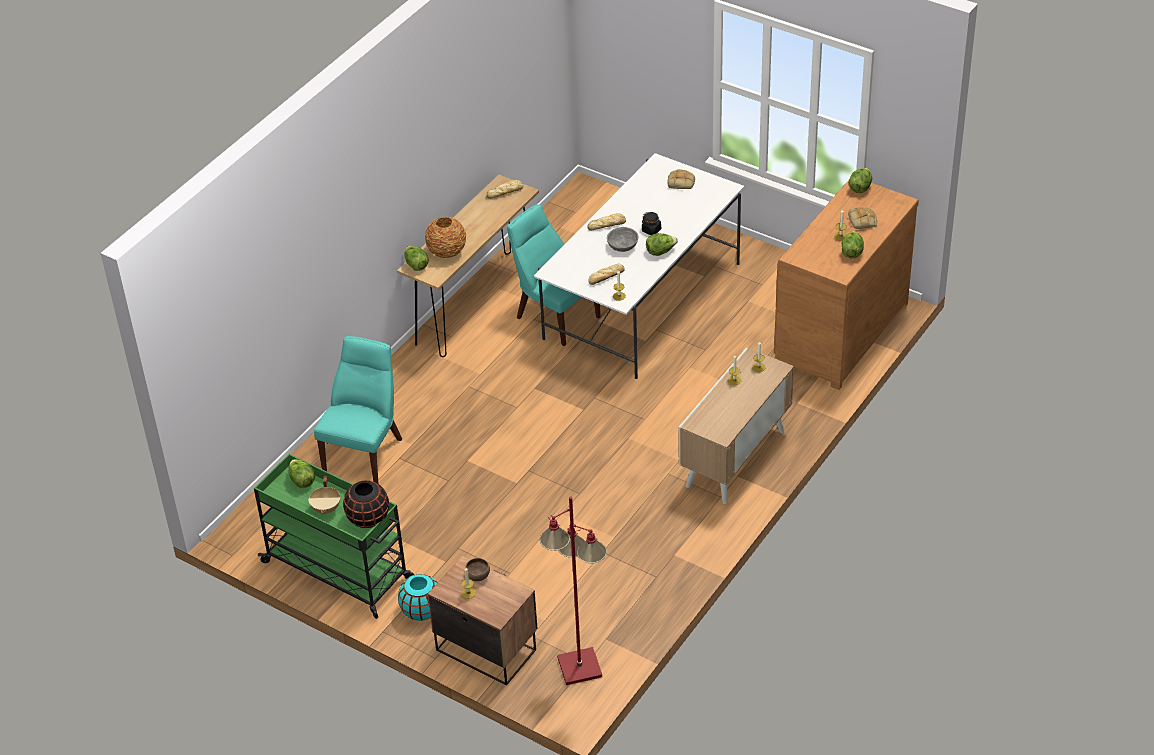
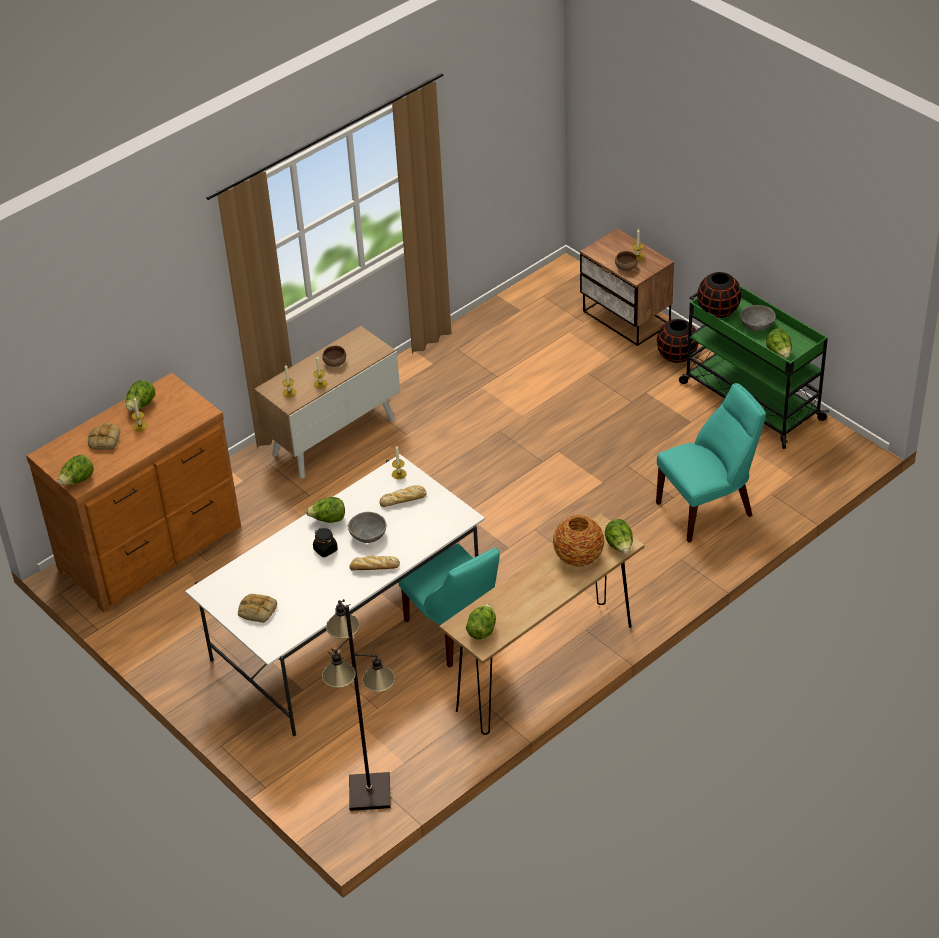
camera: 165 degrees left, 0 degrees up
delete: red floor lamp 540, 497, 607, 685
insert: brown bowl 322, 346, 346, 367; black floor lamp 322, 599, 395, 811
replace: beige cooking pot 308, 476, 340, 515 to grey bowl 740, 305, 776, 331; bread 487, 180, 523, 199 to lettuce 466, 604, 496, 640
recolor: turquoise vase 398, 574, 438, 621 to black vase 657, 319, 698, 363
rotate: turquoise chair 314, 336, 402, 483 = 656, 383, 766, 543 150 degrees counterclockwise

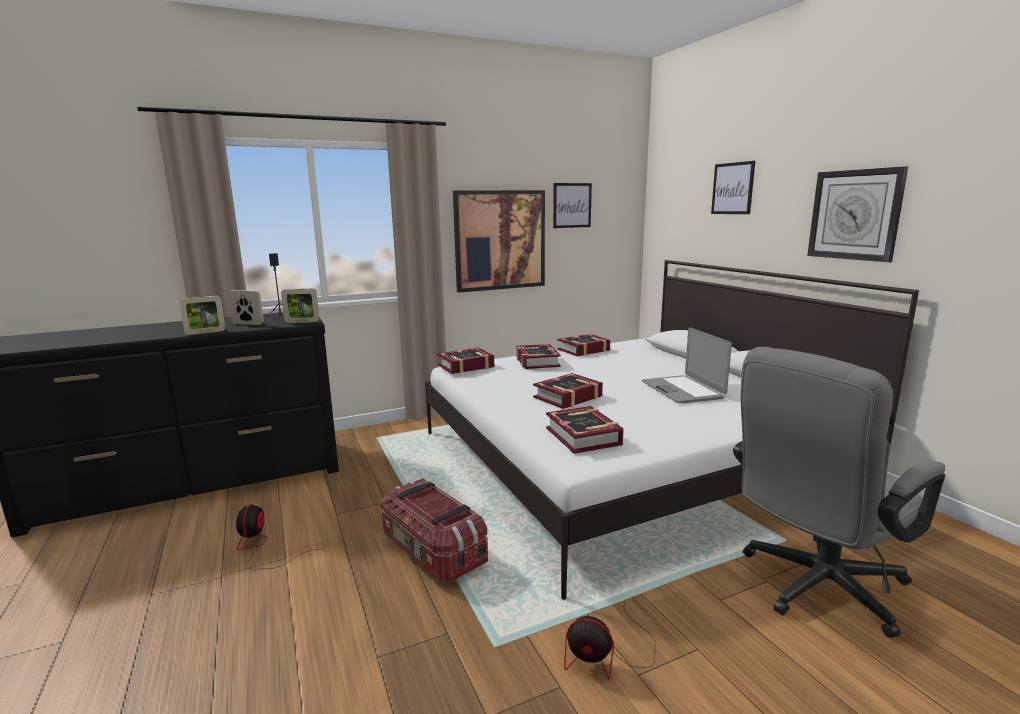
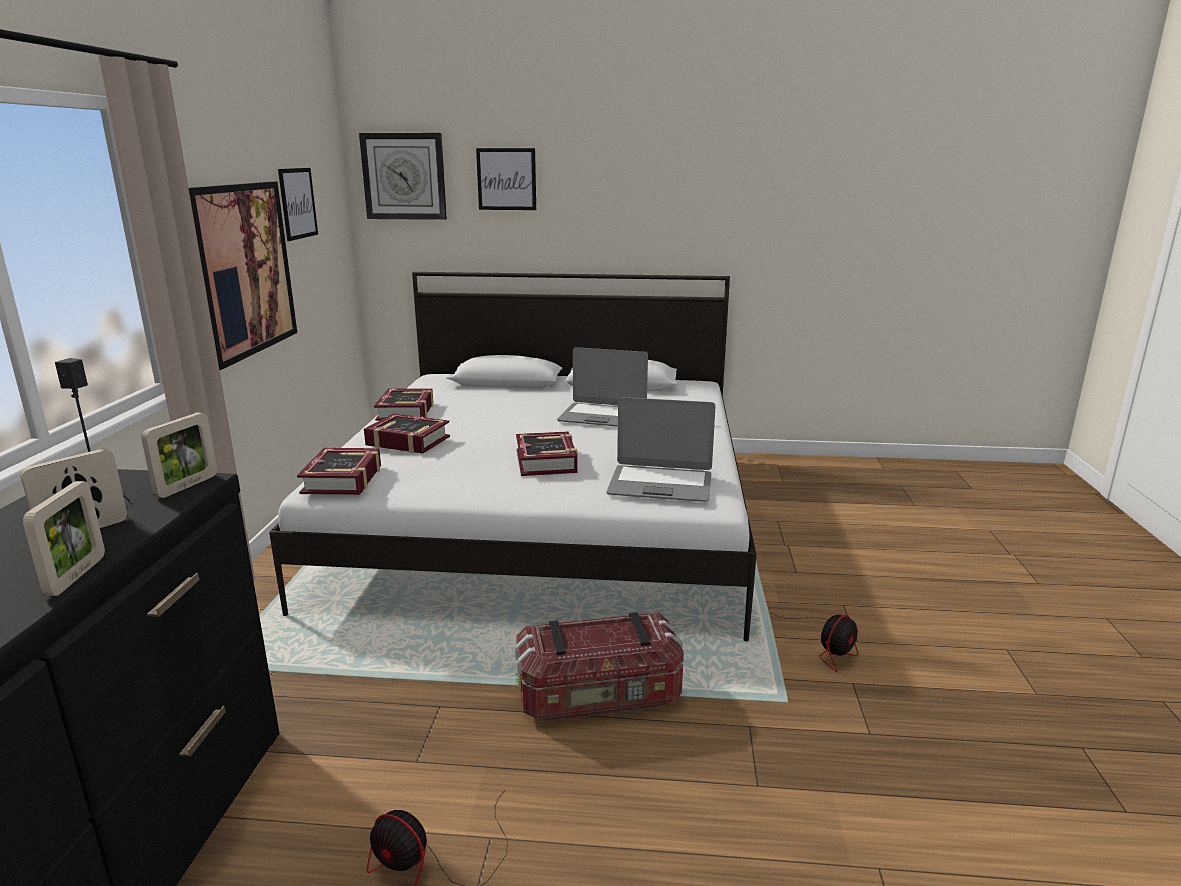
camera: 60 degrees left, 5 degrees up
delete: grey office chair 733, 347, 945, 638
move: wall clock 807, 167, 908, 262 to 359, 133, 447, 220
replace: book 546, 406, 624, 454 to laptop 607, 397, 716, 502

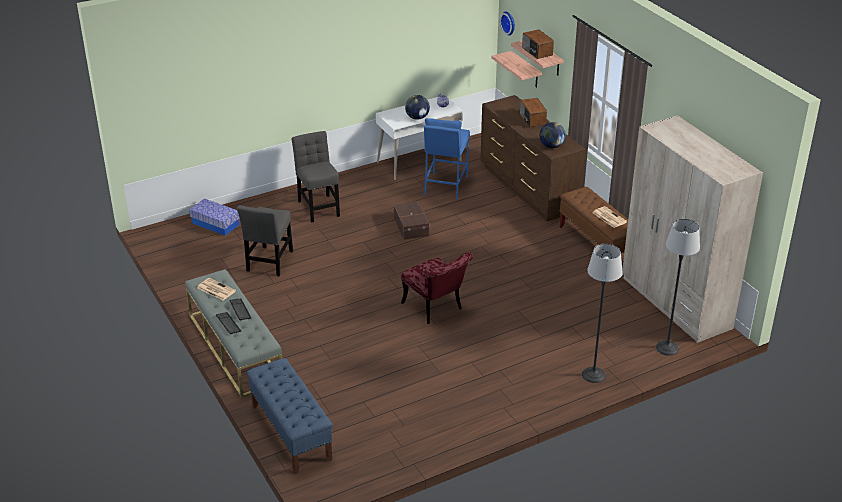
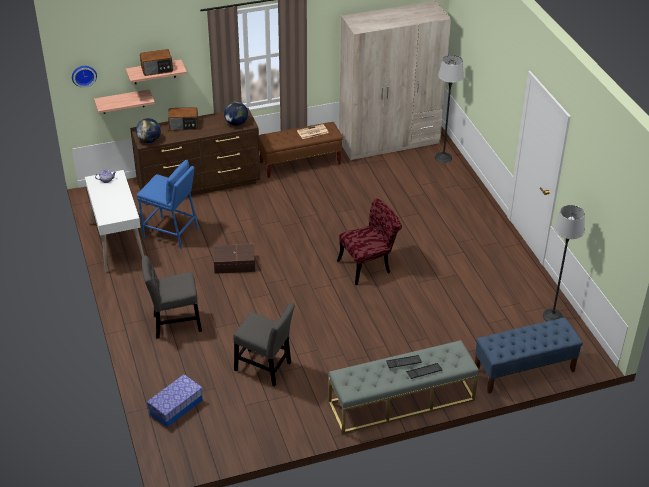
camera: 80 degrees left, 5 degrees up
delete: newspaper 197, 278, 236, 300
move: globe 405, 95, 430, 120 to 136, 118, 161, 143; floor lamp 582, 244, 623, 383 to 542, 205, 585, 321

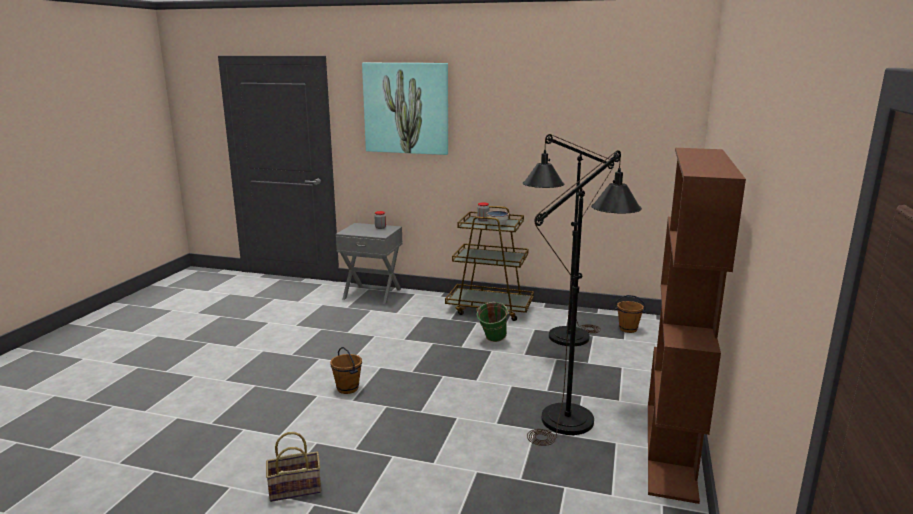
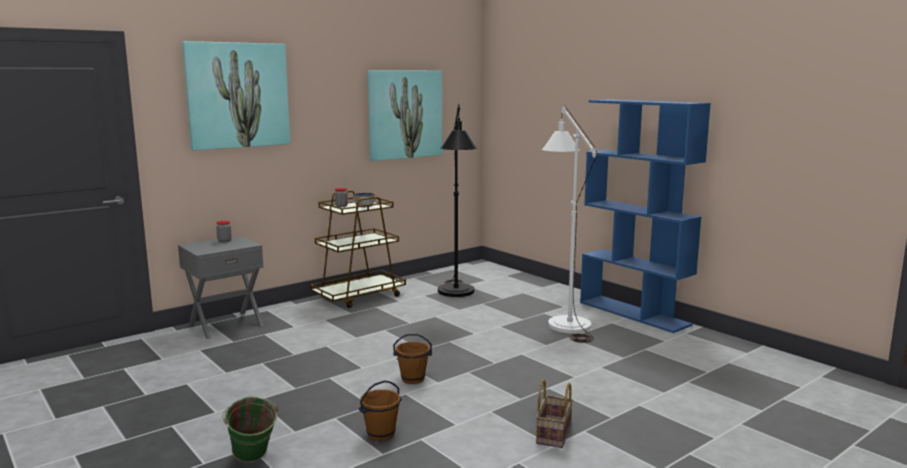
camera: 55 degrees left, 5 degrees down
insert: picture 368, 70, 442, 161
move: green bucket 476, 302, 509, 342 to 223, 397, 278, 462; brown bucket 615, 295, 646, 333 to 358, 380, 402, 441
recolor: black floor lamp 527, 150, 642, 446 to white floor lamp 542, 105, 597, 343; brown bookcase 648, 148, 746, 504 to blue bookcase 580, 99, 711, 333

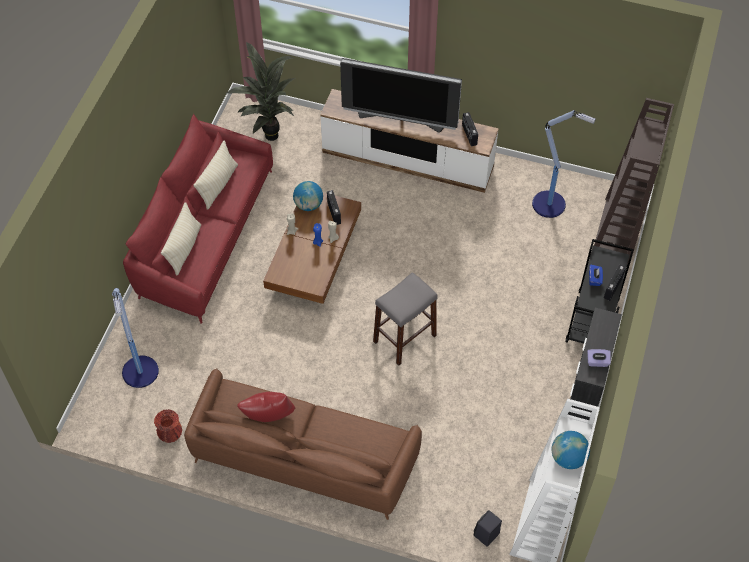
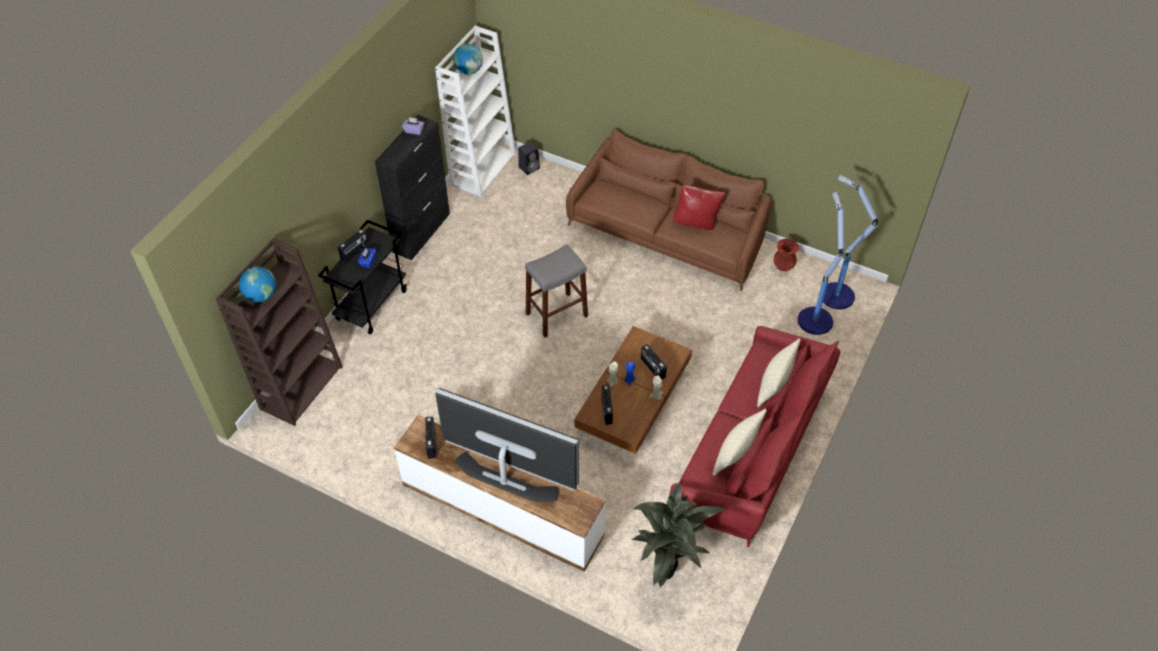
camera: 170 degrees left, 5 degrees down
insert: radio 641, 344, 667, 380
move: globe 293, 181, 323, 211 to 239, 267, 276, 302; floor lamp 532, 110, 596, 218 to 823, 175, 878, 309

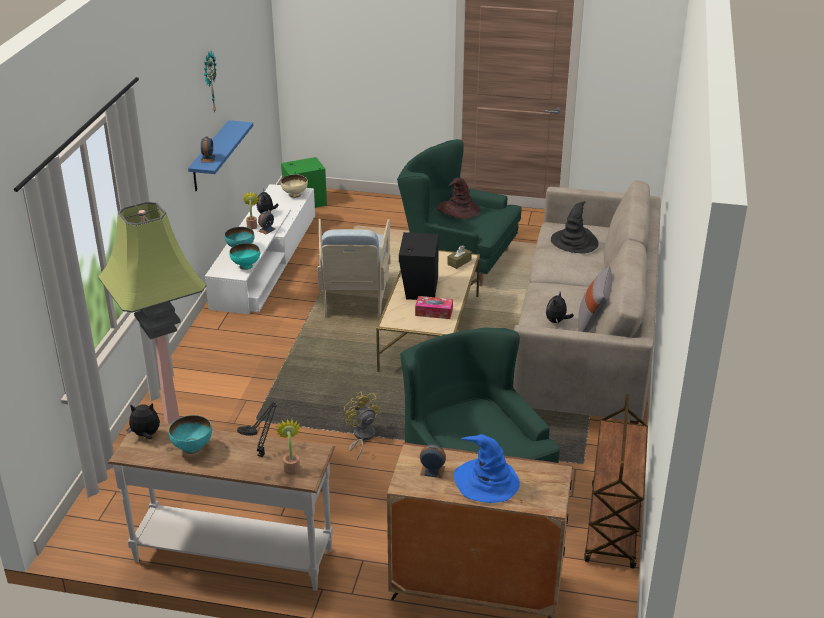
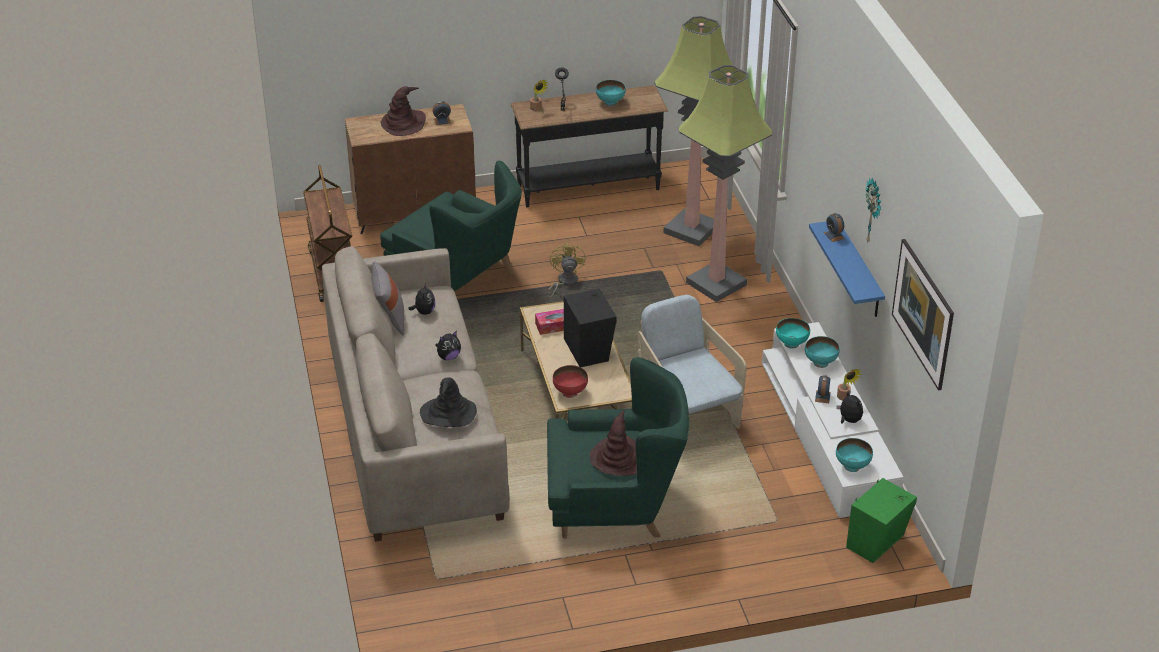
camera: 155 degrees right, 5 degrees up
insert: floor lamp 679, 65, 772, 302; picture 892, 239, 954, 391
move: plush toy 126, 403, 160, 440 to 435, 331, 461, 360
replace: brown tissue box 447, 246, 472, 269 to red bowl 553, 365, 588, 398
recolor: white console table 108, 422, 335, 591 to black console table 511, 85, 668, 208; beige bowl 281, 174, 308, 198 to turquoise bowl 836, 438, 873, 472; blue hat 454, 434, 520, 503 to brown hat 381, 86, 426, 136
rotate: yellow fan 343, 392, 381, 459 = 548, 242, 586, 299 135 degrees counterclockwise

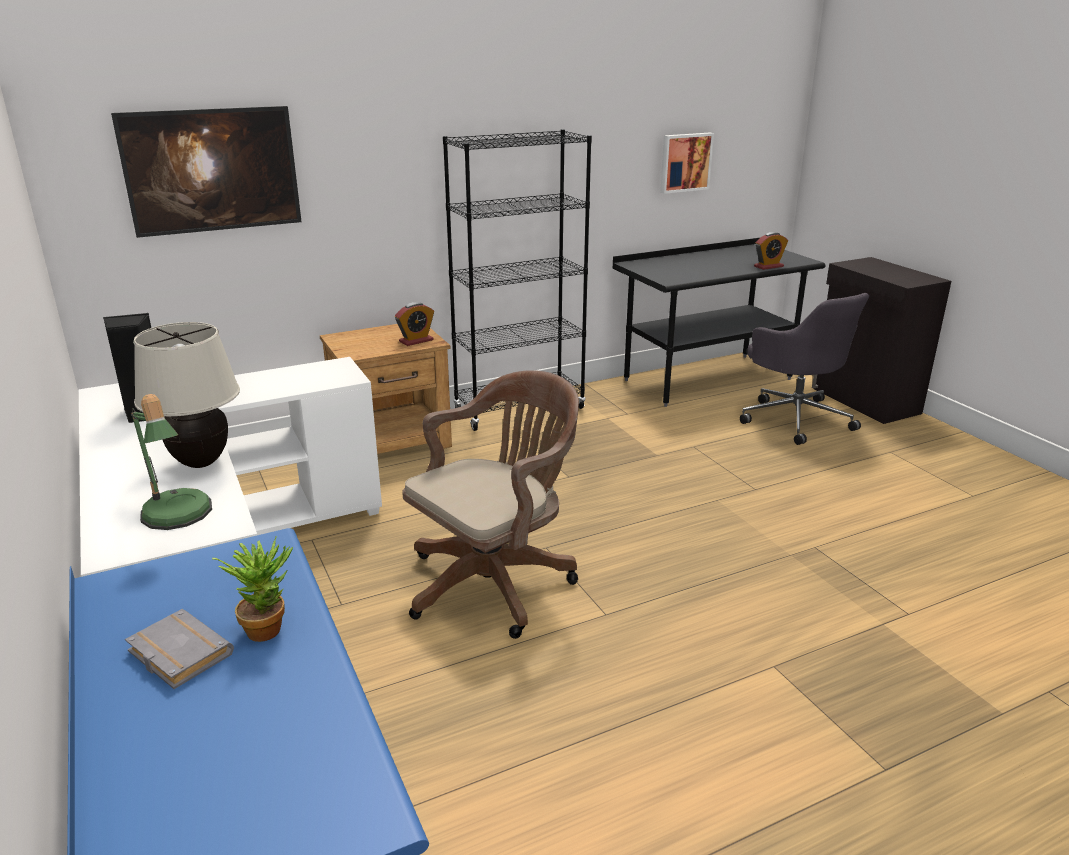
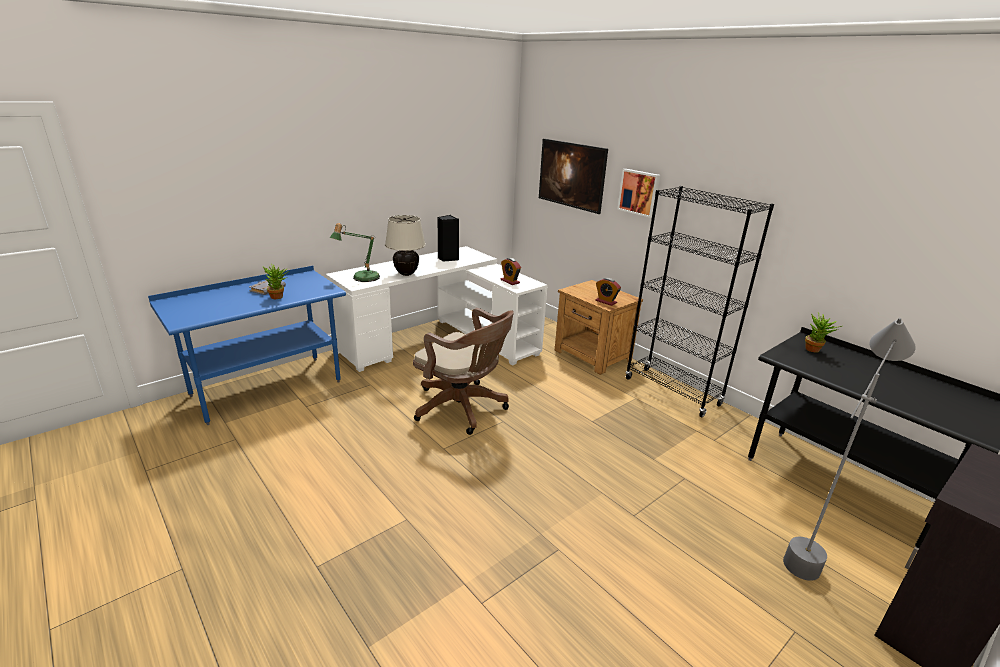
camera: 75 degrees right, 0 degrees up
insert: potted plant 805, 312, 841, 353
move: picture 660, 133, 714, 194 to 617, 169, 660, 218; alarm clock 754, 232, 788, 270 to 501, 258, 521, 285
replace: grey office chair 740, 293, 869, 445 to grey floor lamp 783, 318, 916, 581

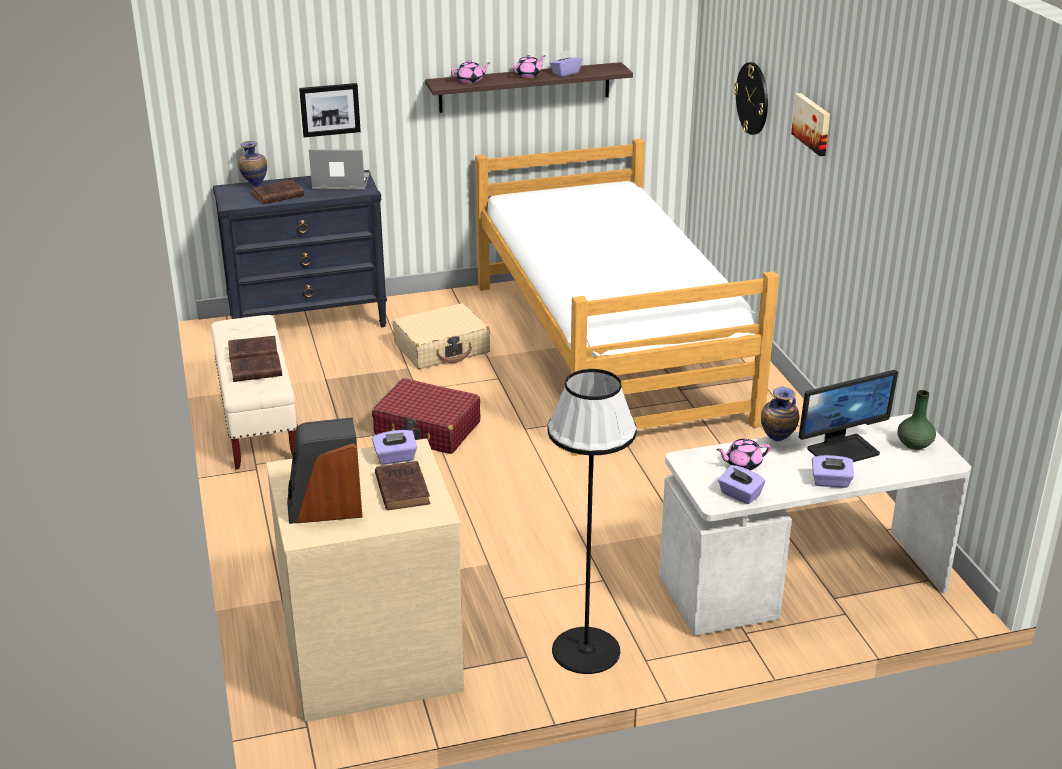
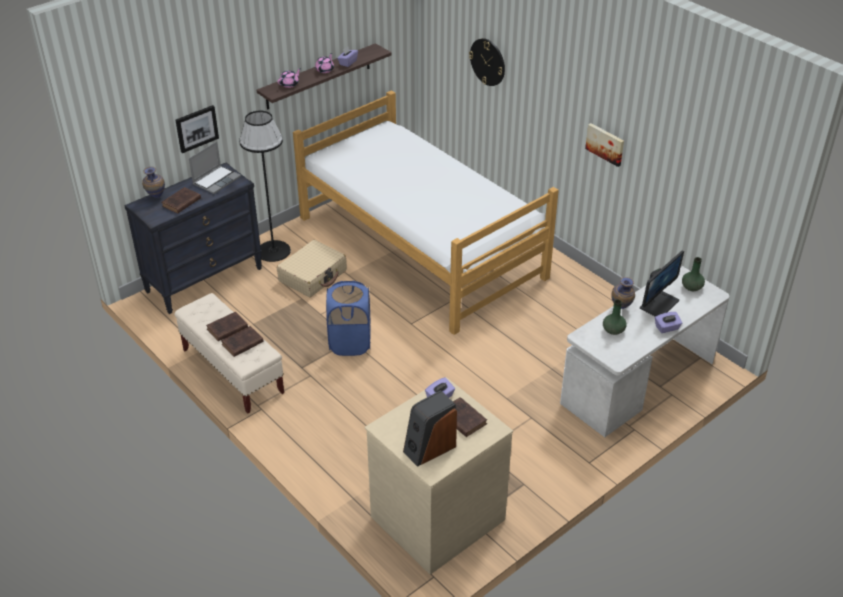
camera: 25 degrees left, 10 degrees up
delete: purple tissue box 718, 465, 765, 504
move: black floor lamp 548, 369, 637, 674 to 239, 111, 291, 262; picture 791, 93, 830, 156 to 585, 123, 624, 167
replace: red suitcase 372, 378, 481, 454 to blue laundry basket 326, 281, 371, 356; pink teapot 716, 439, 771, 470 to green vase 603, 300, 627, 335
rotate: laptop 309, 149, 370, 191 = 189, 141, 241, 194 150 degrees clockwise

